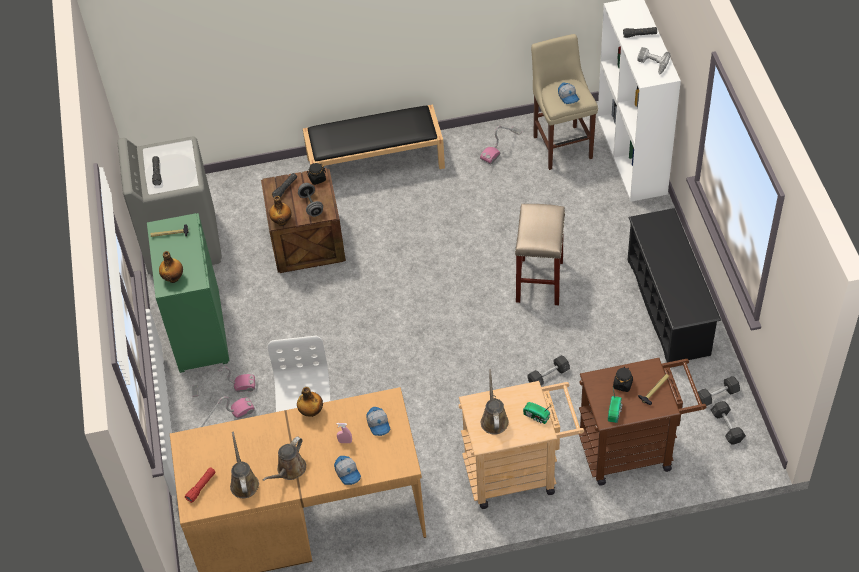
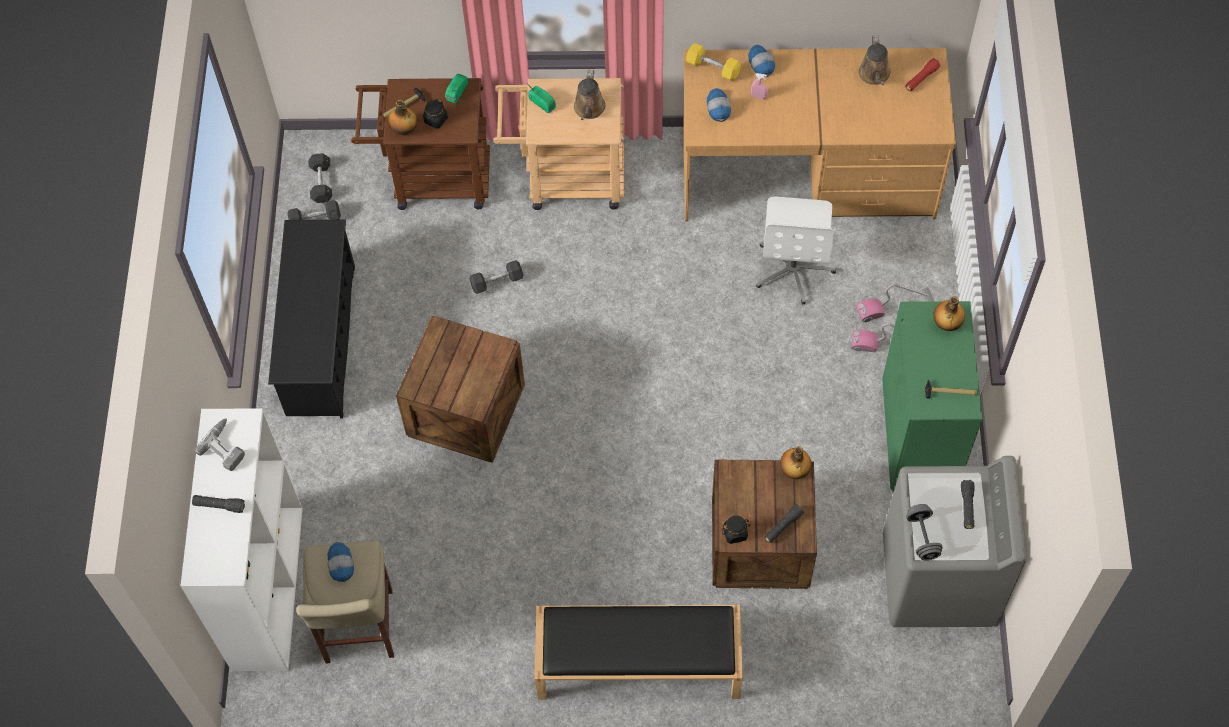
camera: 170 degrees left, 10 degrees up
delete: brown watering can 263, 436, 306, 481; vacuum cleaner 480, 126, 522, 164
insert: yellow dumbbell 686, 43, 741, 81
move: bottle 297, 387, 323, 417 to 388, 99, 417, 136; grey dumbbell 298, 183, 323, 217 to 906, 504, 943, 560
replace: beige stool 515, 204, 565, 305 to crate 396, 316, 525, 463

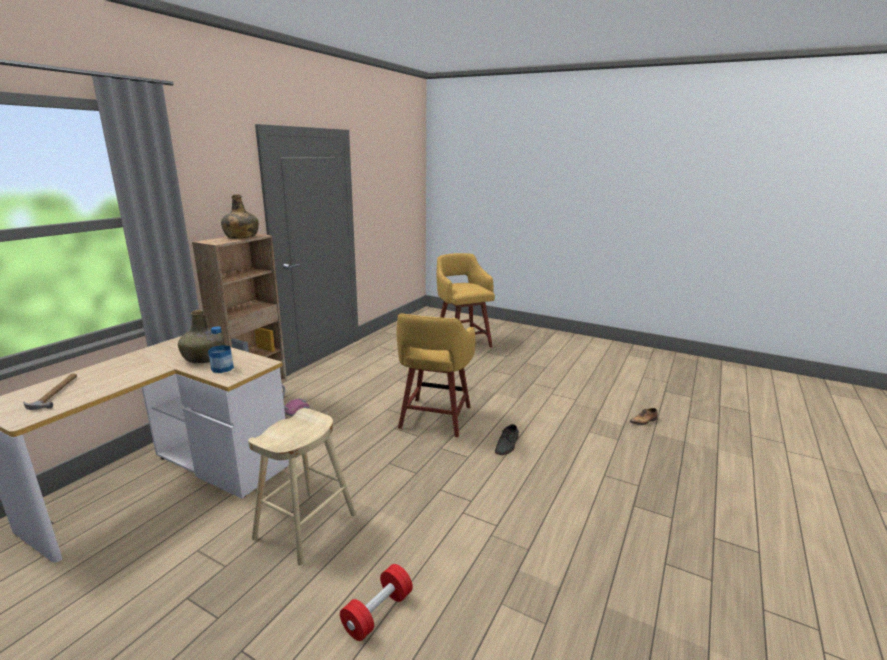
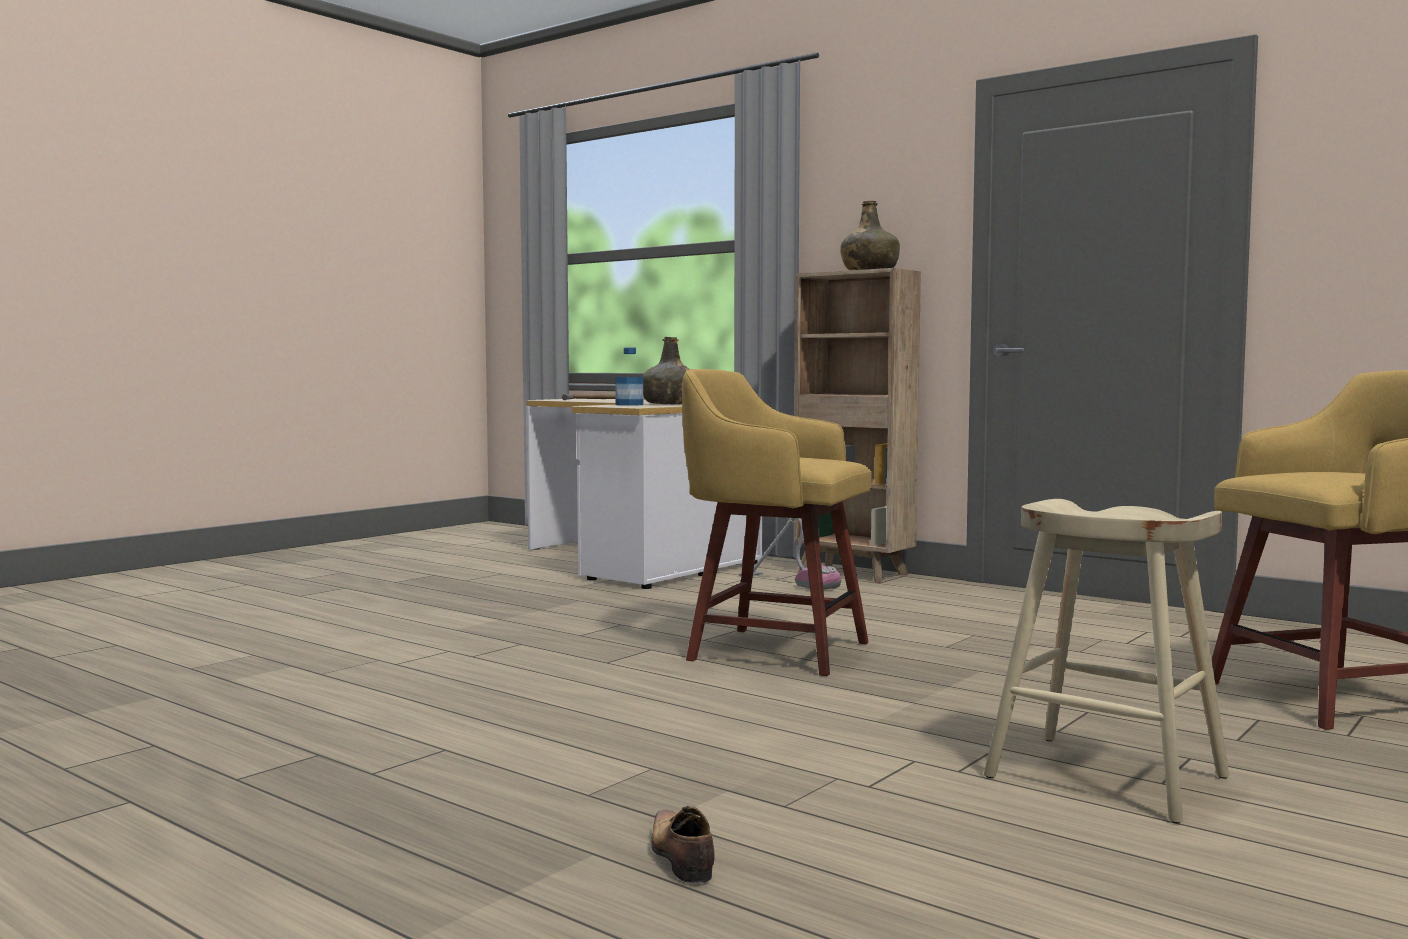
camera: 100 degrees right, 15 degrees down
delete: red dumbbell 340, 564, 413, 641; grey shoe 495, 424, 519, 455
move: beige stool 248, 408, 356, 565 to 984, 499, 1230, 823

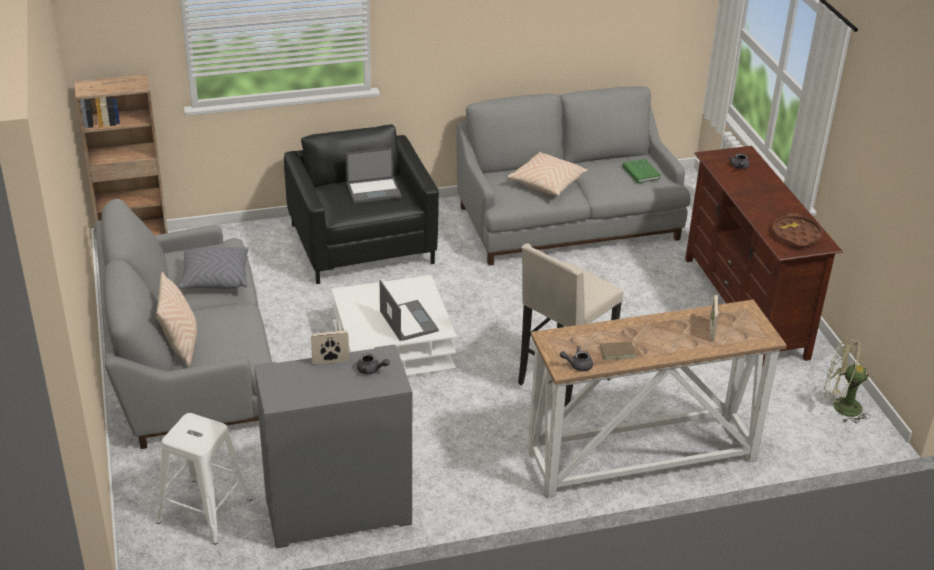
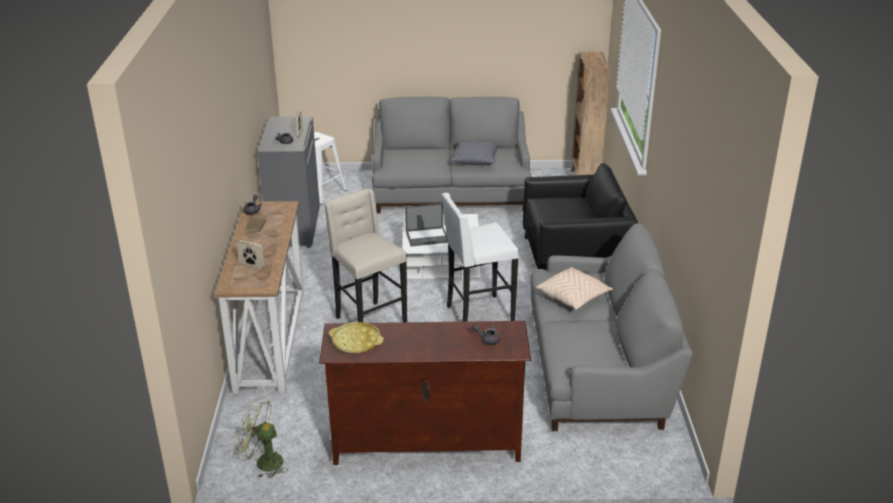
camera: 105 degrees right, 5 degrees down
delete: beige pillow 156, 272, 197, 367; laptop 346, 148, 402, 203; green book 622, 159, 661, 183
insert: white stool 442, 193, 519, 322
recolor: brown tray 772, 213, 823, 246 to yellow tray 329, 322, 384, 353
rotate: green fan 824, 338, 871, 423 = 235, 398, 287, 478 105 degrees counterclockwise

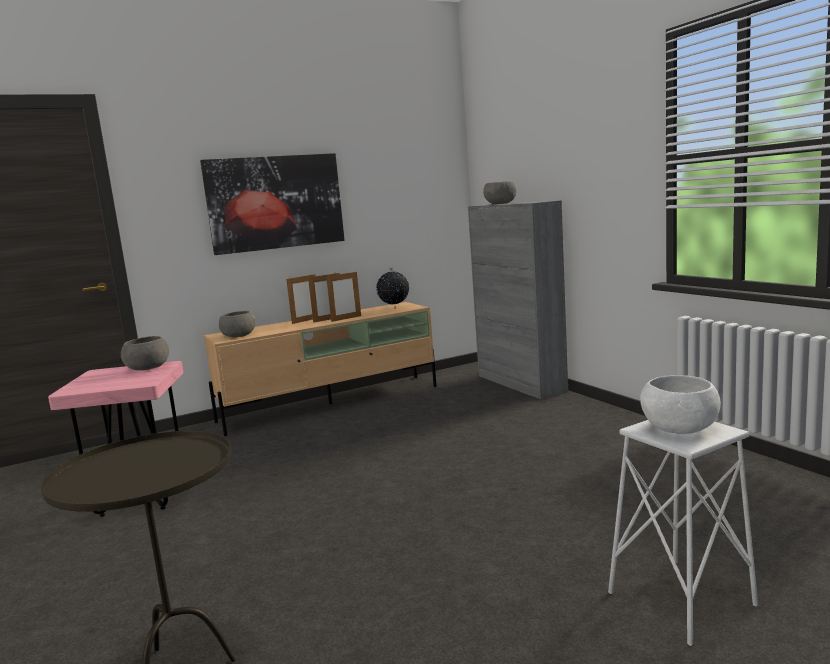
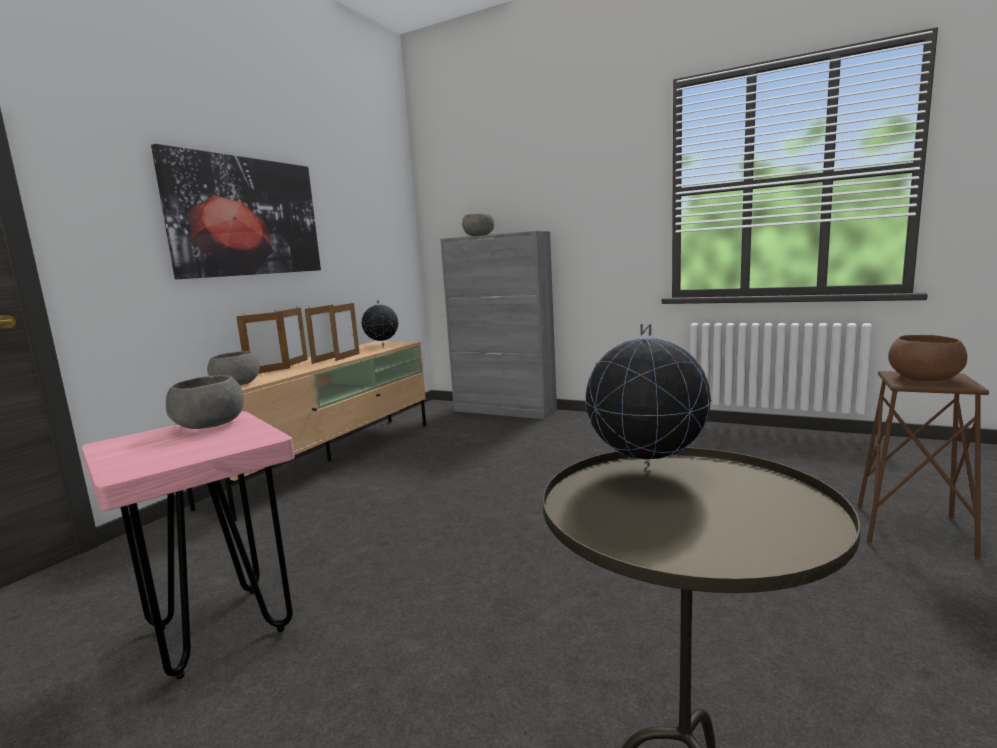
camera: 35 degrees left, 0 degrees up
insert: picture frame 236, 310, 290, 374; globe 585, 324, 712, 473
recolor: white stool 608, 420, 758, 646 to brown stool 858, 371, 989, 559; white bowl 640, 375, 721, 434 to brown bowl 888, 335, 967, 381

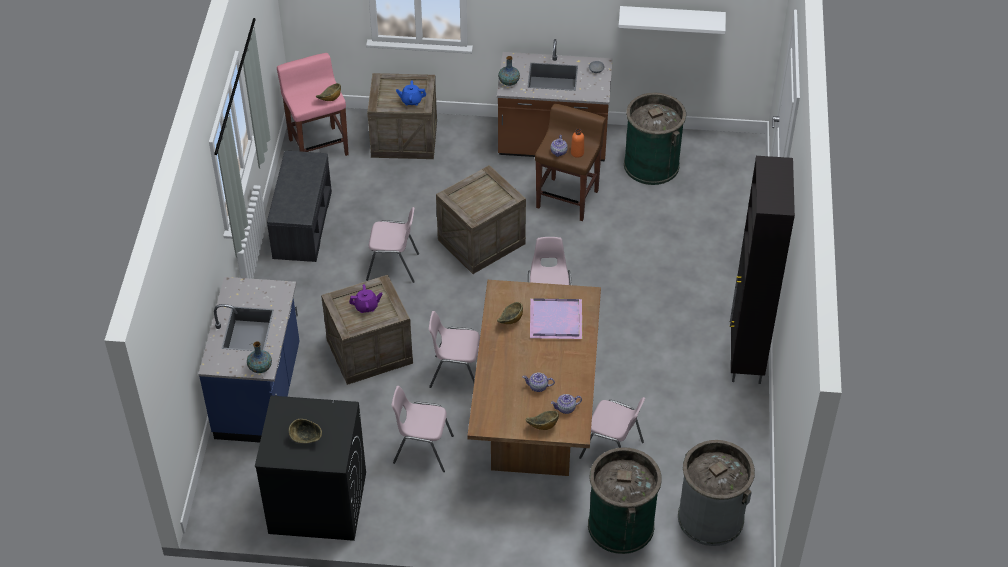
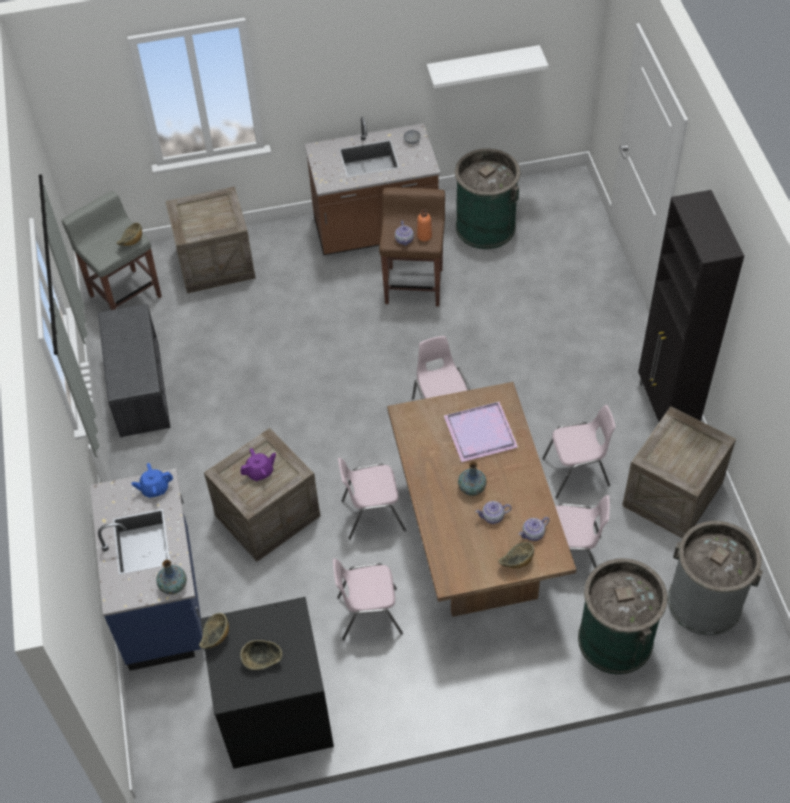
camera: 15 degrees left, 5 degrees up
move: pink chair 366, 207, 419, 283 to 542, 405, 616, 498; blue teapot 396, 80, 426, 106 to 131, 463, 173, 498; crate 436, 165, 526, 274 to 622, 406, 736, 538; bowl 497, 302, 523, 324 to 199, 613, 229, 649; vase 498, 56, 520, 86 to 458, 462, 487, 496
recolor: pink stool 277, 53, 349, 156 to grey stool 62, 191, 162, 310

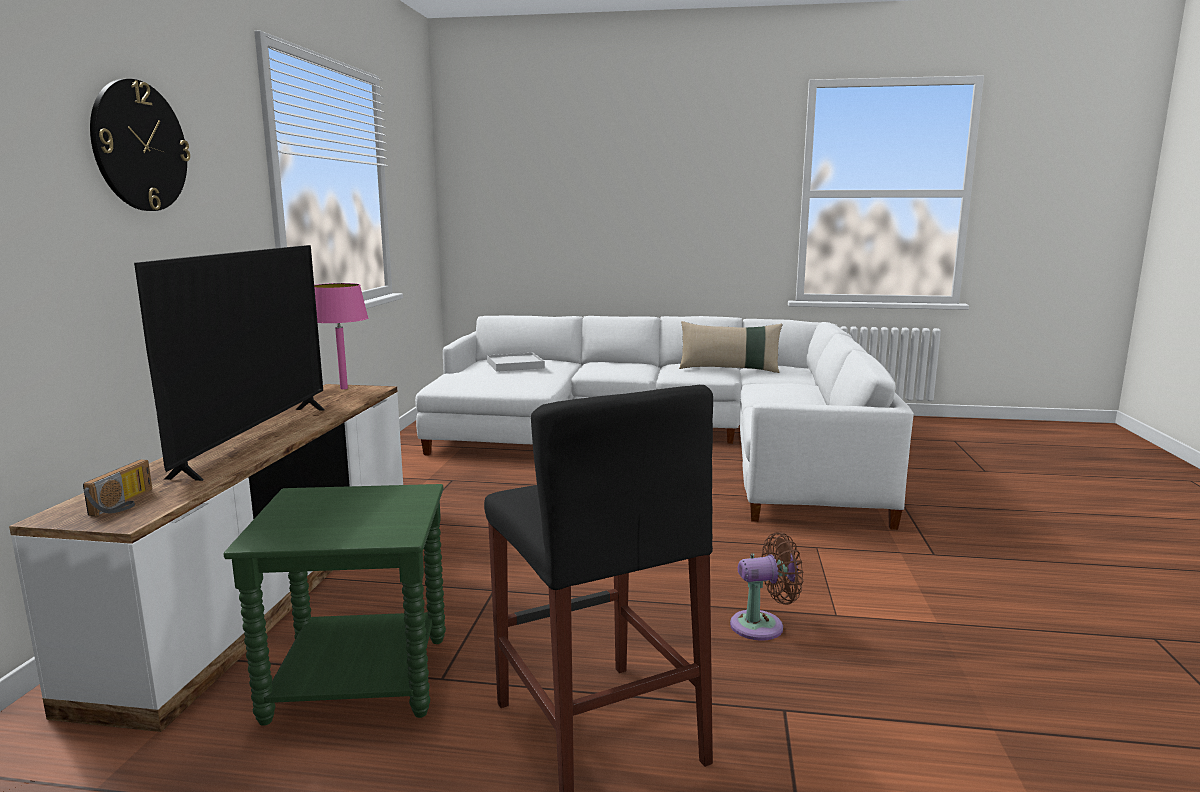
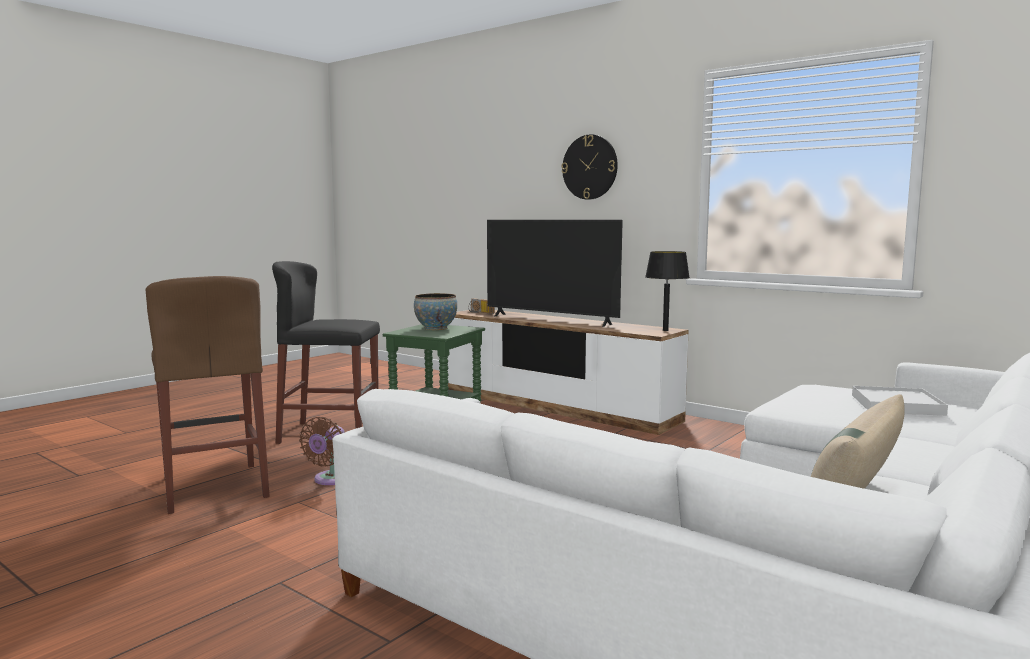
camera: 120 degrees right, 5 degrees down
insert: brown stool 146, 276, 270, 514; bowl 414, 293, 457, 330
recolor: pink table lamp 314, 283, 369, 389 to black table lamp 645, 251, 690, 331

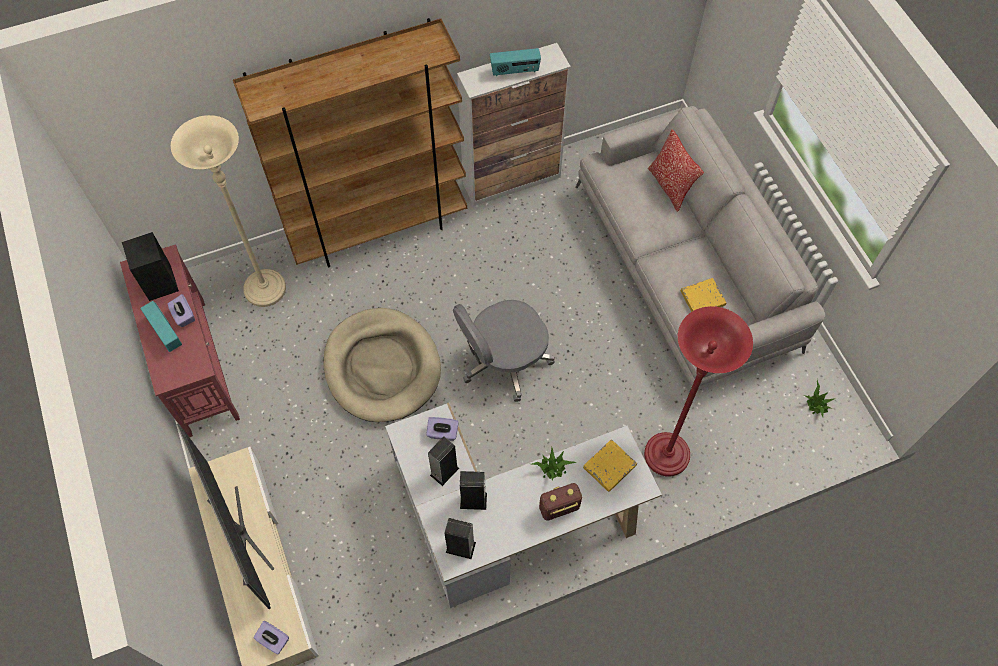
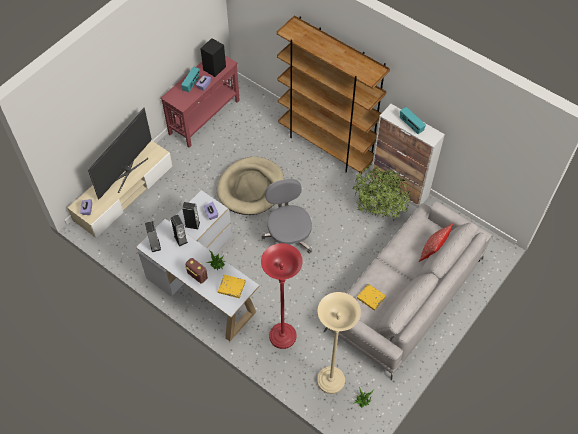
camera: 60 degrees right, 5 degrees down
insert: potted plant 352, 164, 411, 220
move: beige floor lamp 171, 115, 286, 307 to 317, 292, 361, 394
rotate: grey office chair 453, 300, 555, 402 = 262, 179, 312, 254 45 degrees clockwise

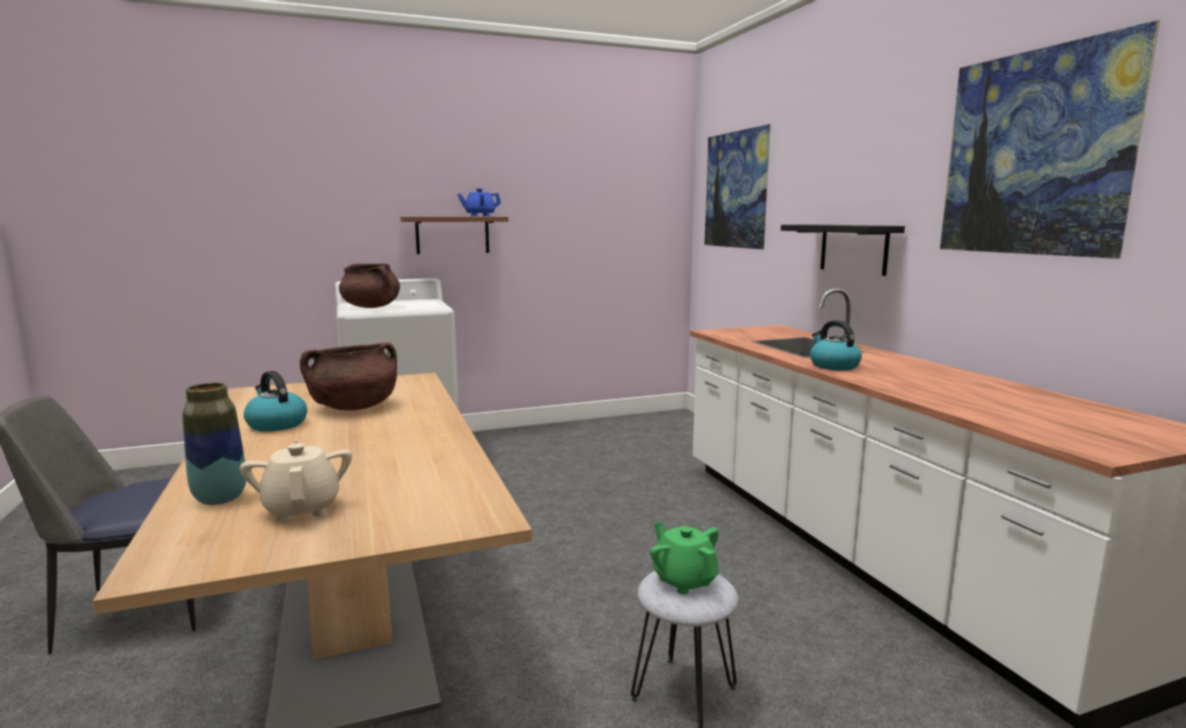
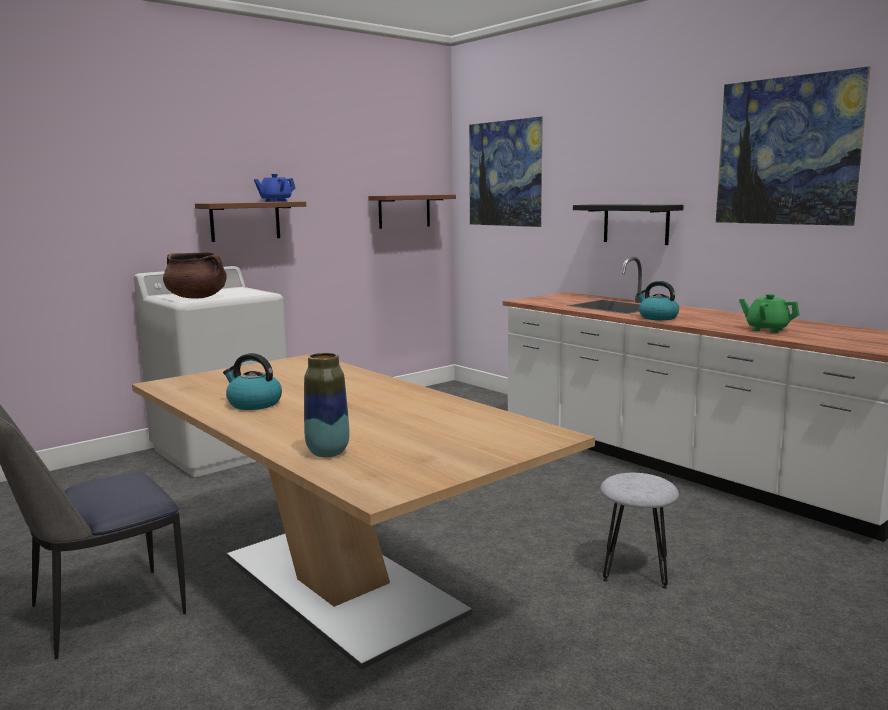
camera: 20 degrees left, 0 degrees up
delete: beige teapot 240, 441, 352, 522; brown cooking pot 300, 342, 397, 410
insert: brown shelf 368, 195, 456, 229
move: green teapot 650, 522, 719, 594 to 739, 294, 800, 333

